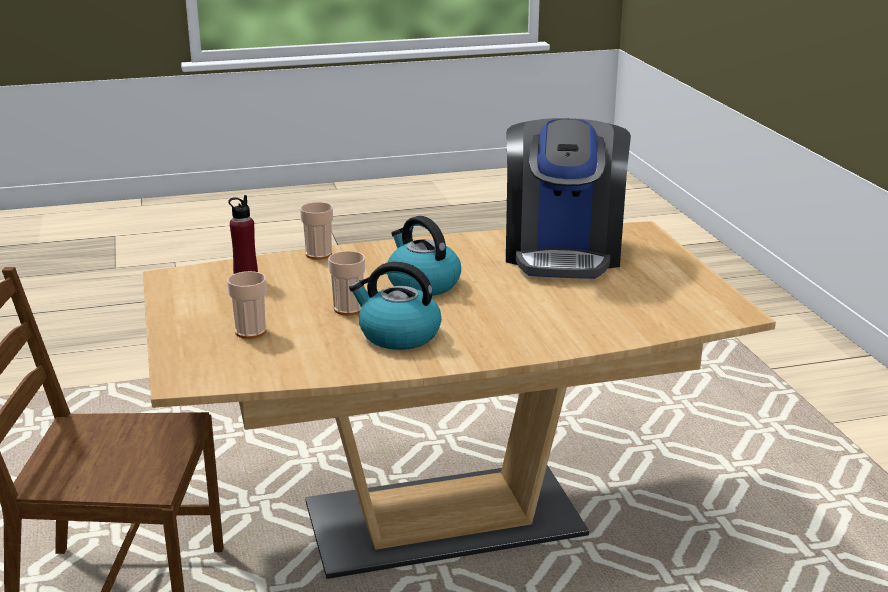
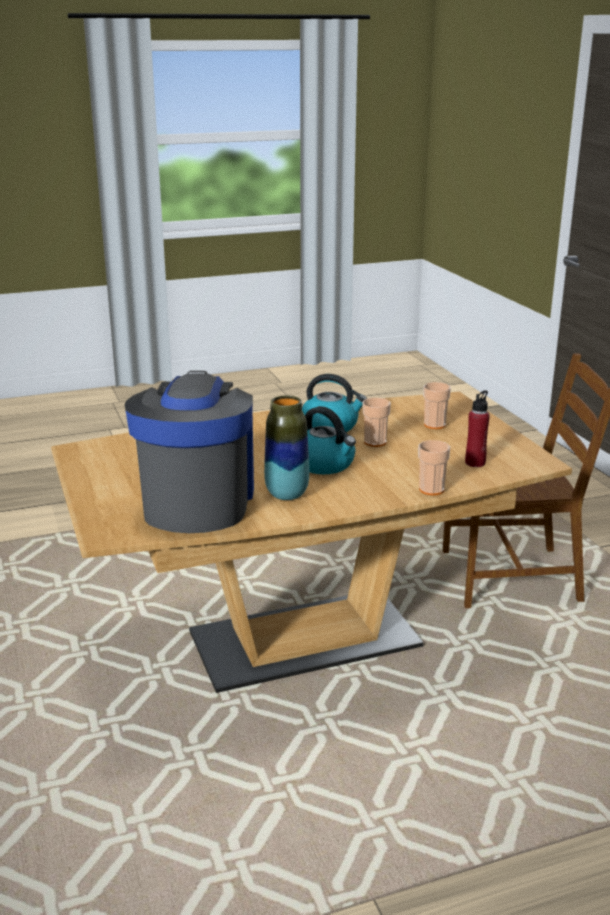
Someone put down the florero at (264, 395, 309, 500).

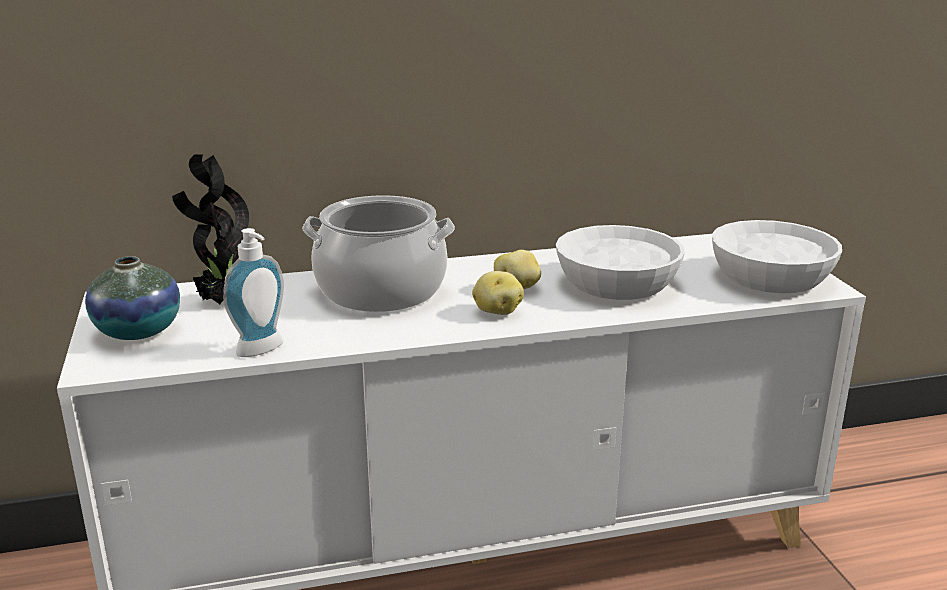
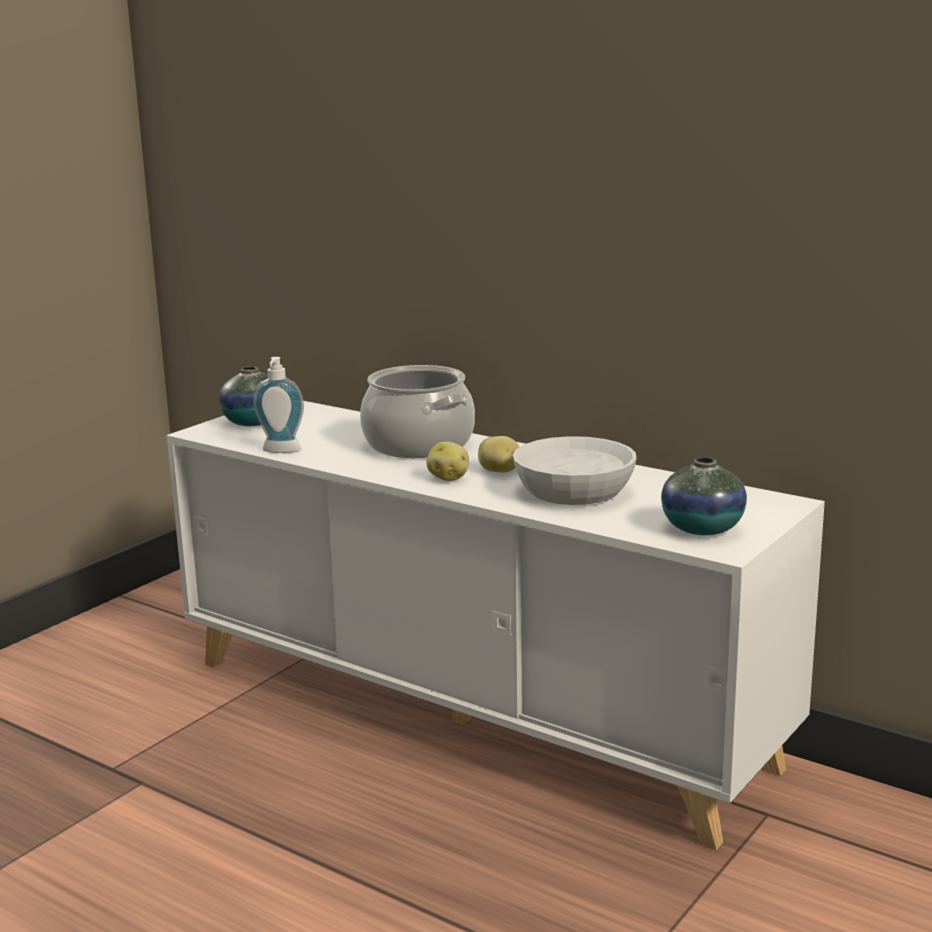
Someone swapped the cuenco/blanco at (712, 220, 842, 293) for the florero at (661, 457, 747, 535).
Someone took away the planta en maceta at (172, 154, 249, 304).

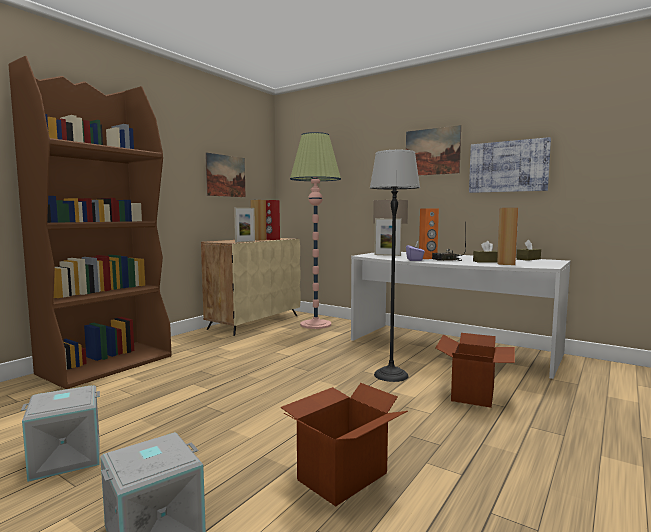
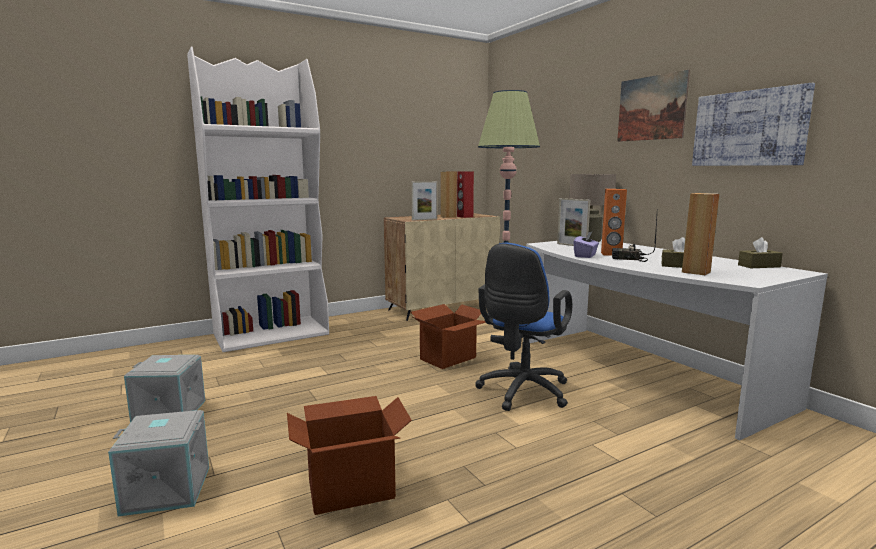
Someone repainted the estantería/marrón at (9, 56, 172, 389), which became the estantería/blanco at (187, 46, 329, 352).
Someone carried the caja de cartón from (435, 333, 515, 408) to (411, 304, 486, 369).
Someone swapped the lámpara de pie at (370, 150, 420, 382) for the silla de oficina/azul at (475, 243, 572, 411).
Someone took away the cuadro at (205, 152, 245, 197).

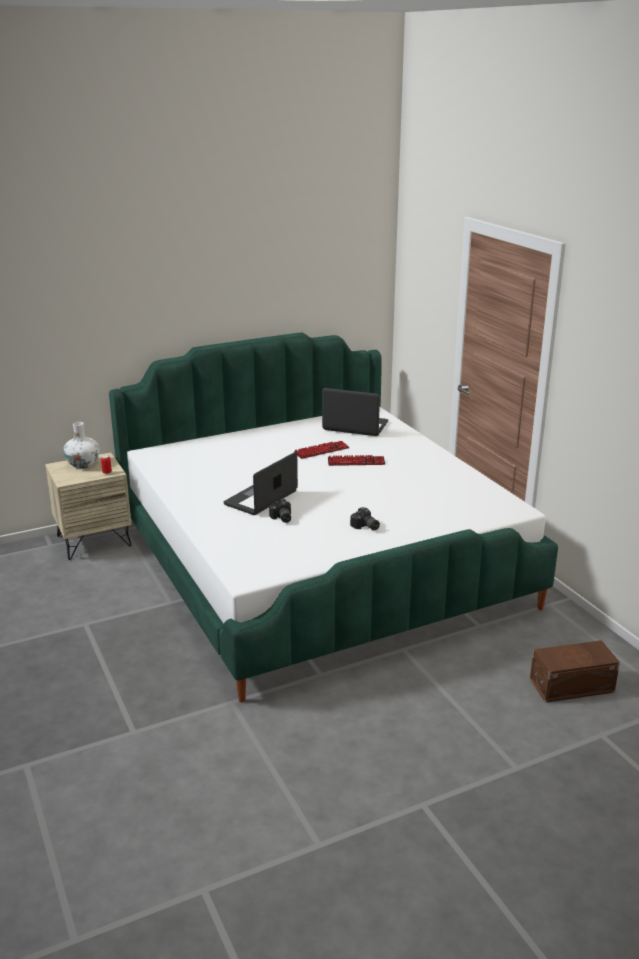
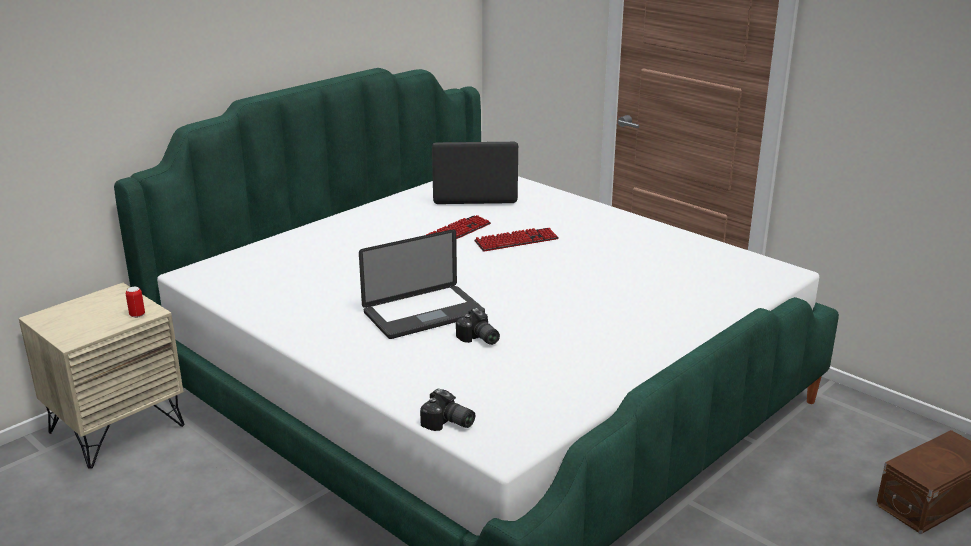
Someone rotated the portátil at (224, 451, 298, 515) by 135 degrees counterclockwise.
Someone carried the cámara from (350, 507, 380, 530) to (420, 388, 475, 431).
Someone took away the florero/blanco at (63, 422, 100, 468).

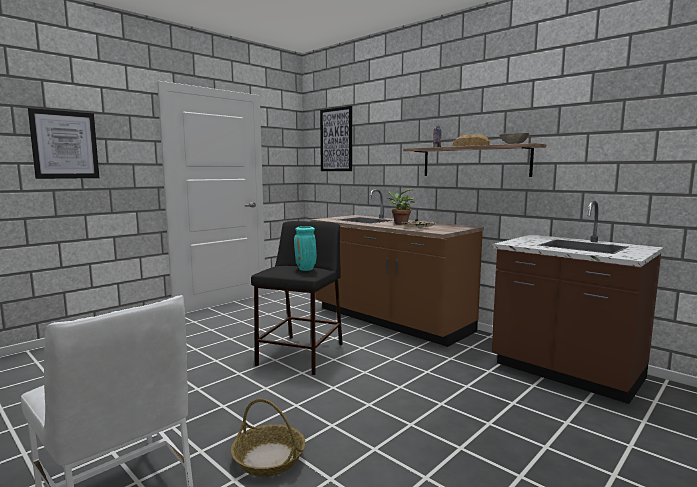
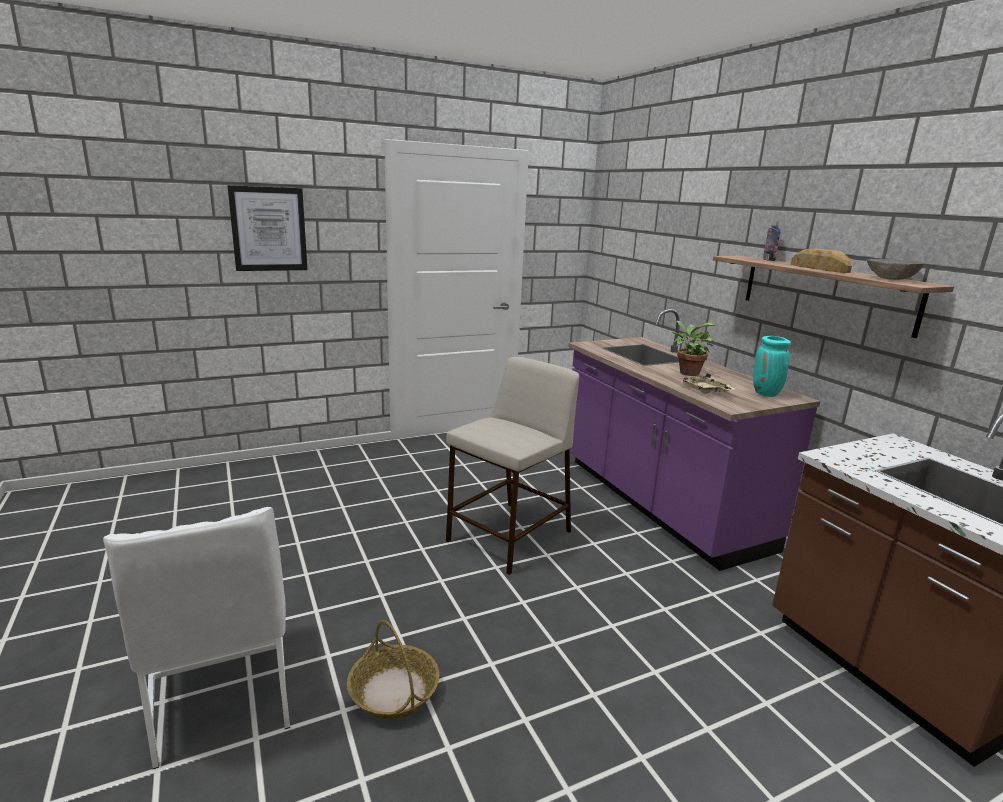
Someone repainted the taburete/negro at (251, 221, 343, 375), which became the taburete/beis at (446, 357, 579, 575).
Someone repainted the mueble bajo de cocina/marrón at (311, 189, 484, 347), which became the mueble bajo de cocina/morado at (568, 309, 820, 571).
Someone carried the florero/turquesa from (294, 226, 317, 271) to (753, 336, 791, 397).
Someone took away the cuadro at (320, 106, 352, 171).

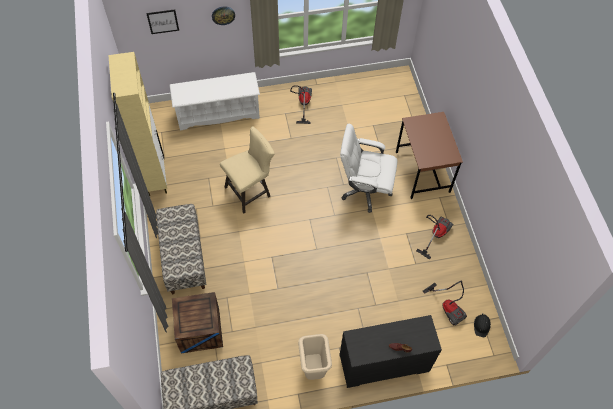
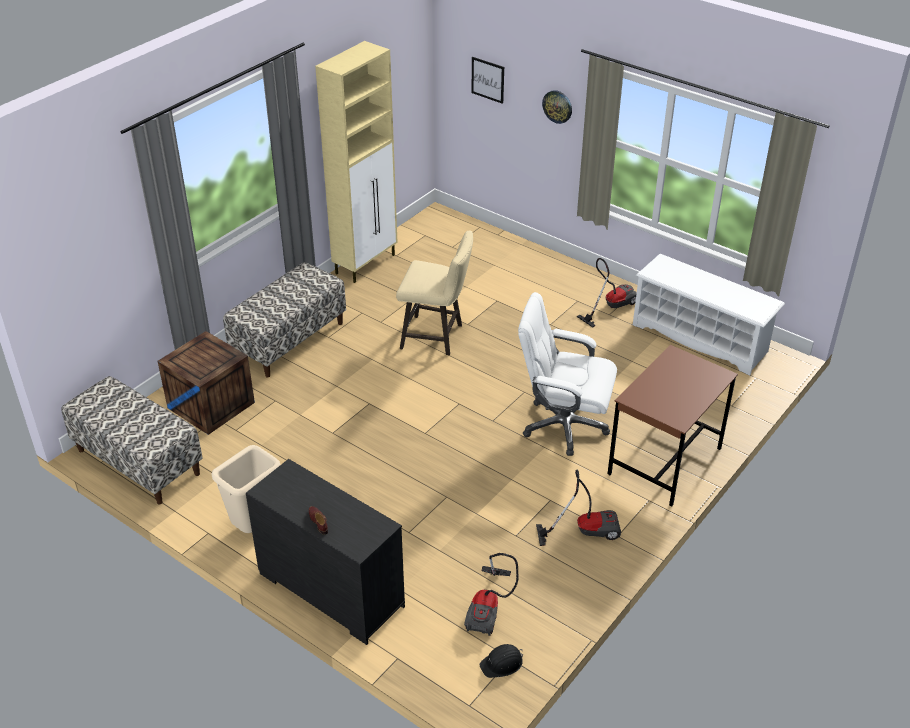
Someone rotated the silla de oficina/blanco at (340, 124, 398, 213) by 45 degrees counterclockwise.
Someone carried the zapatero/blanco from (170, 72, 260, 130) to (633, 254, 785, 375).

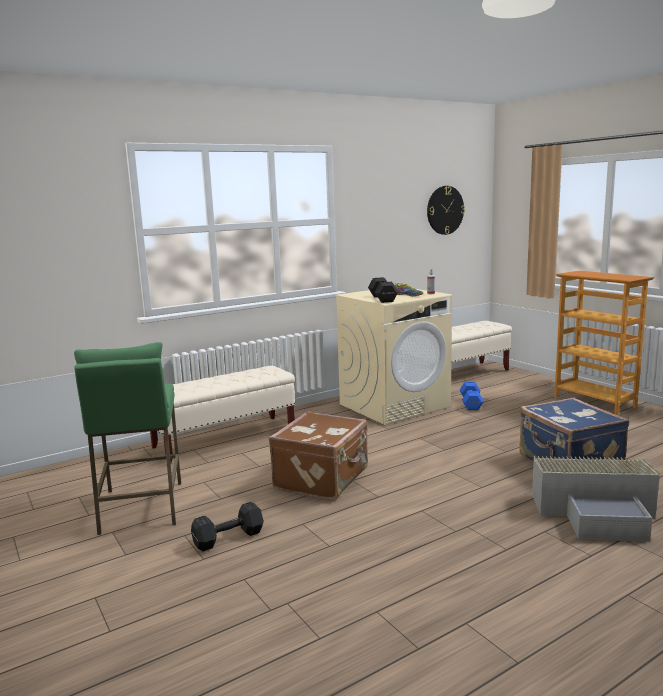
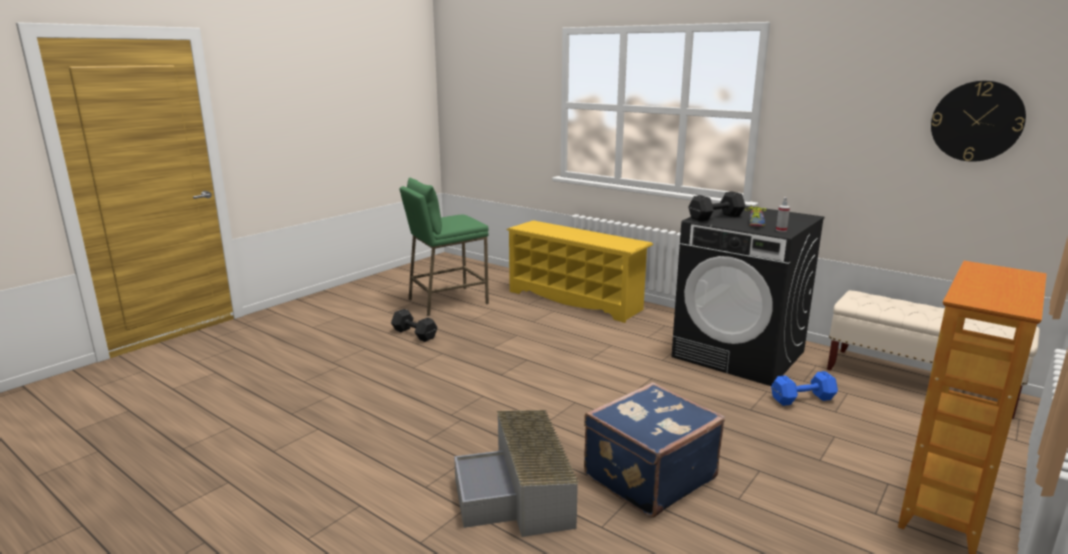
Someone swapped the banco/beis at (150, 366, 295, 463) for the zapatero/amarillo at (507, 220, 653, 323).
Someone repainted the lavadora/beis at (335, 289, 452, 425), which became the lavadora/negro at (671, 206, 824, 386).
Someone took away the maleta/marrón at (269, 411, 368, 500).

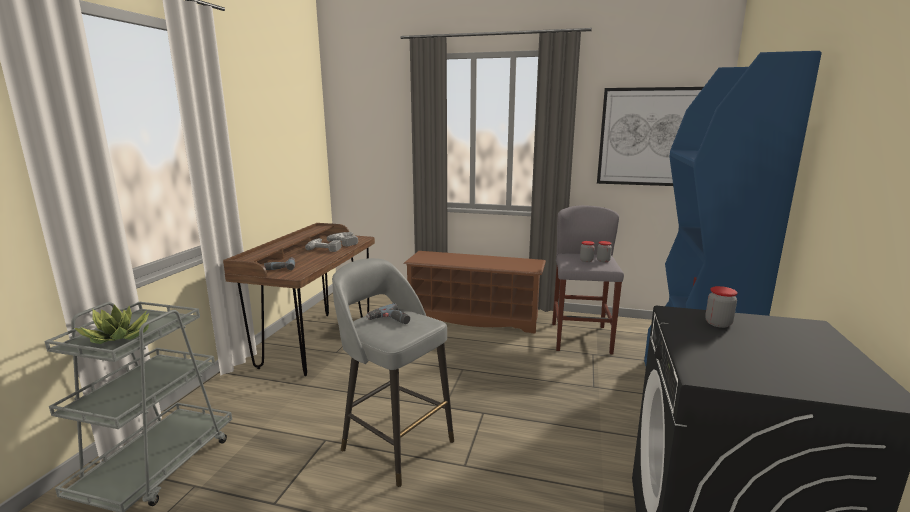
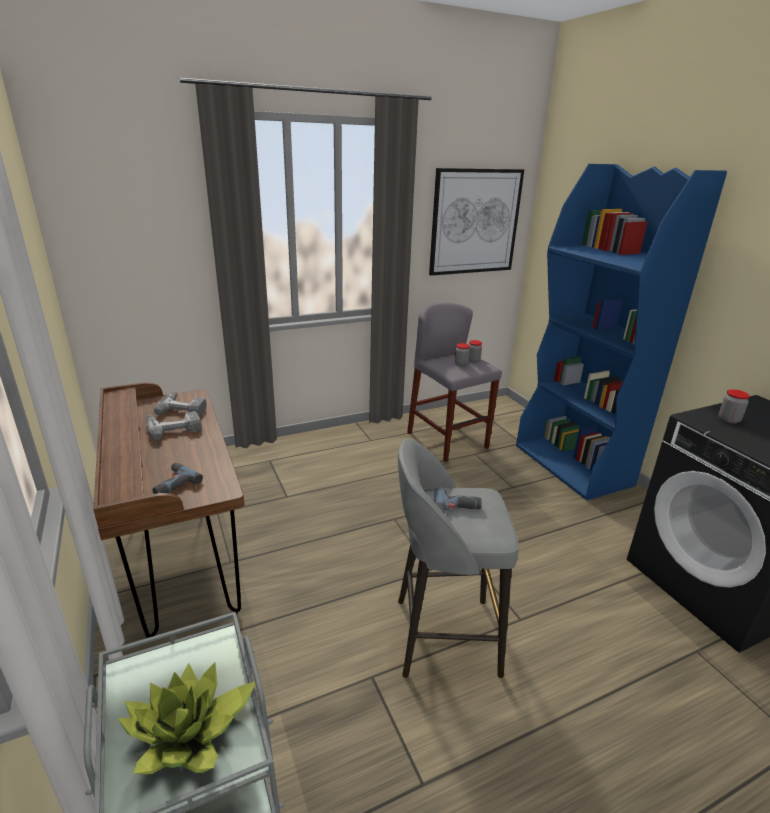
Someone took away the zapatero/marrón at (403, 251, 546, 334).

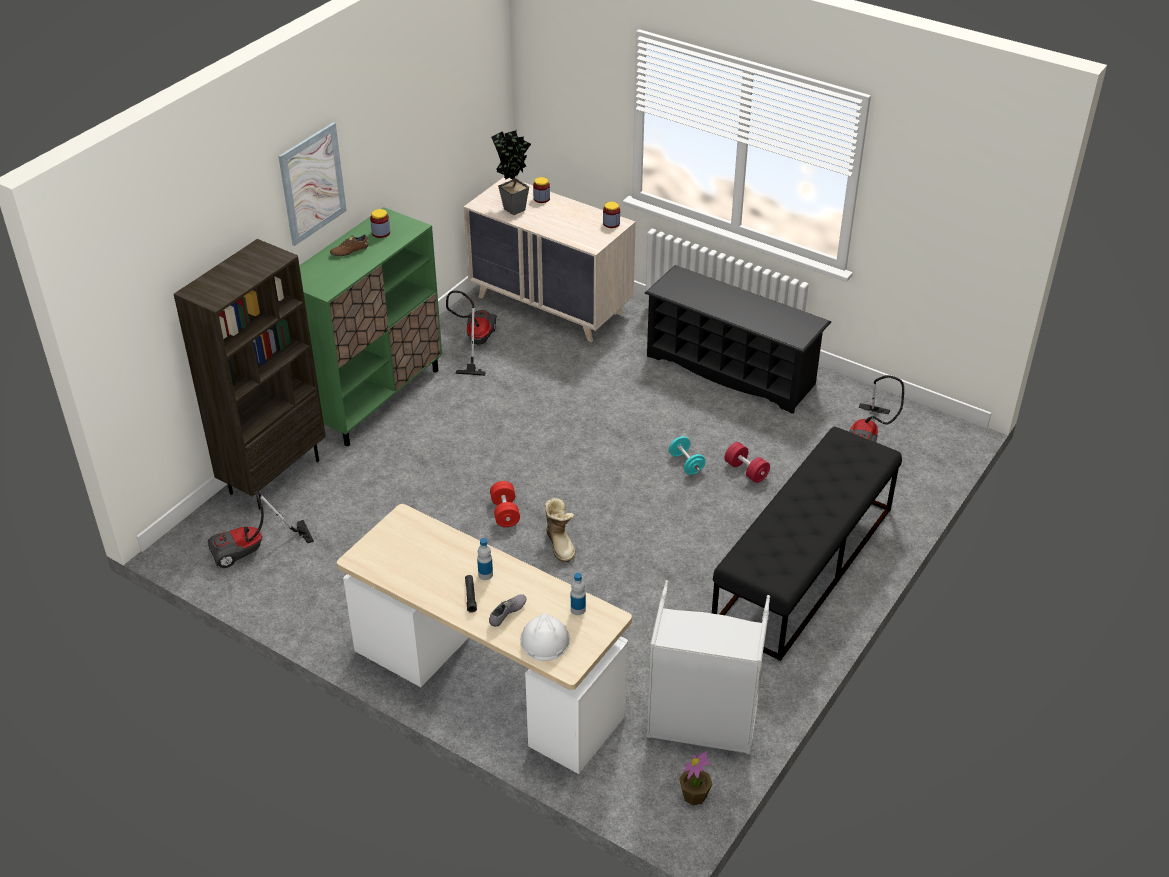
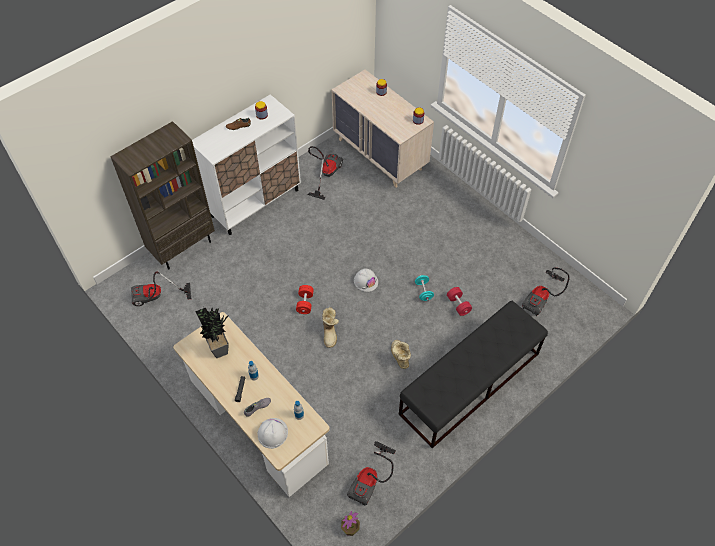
Someone repainted the armario/verde at (299, 207, 442, 446), which became the armario/blanco at (192, 94, 301, 235).
Someone carried the planta en maceta from (491, 130, 531, 215) to (195, 307, 229, 358).
Someone swapped the cesto de la ropa/gris at (646, 580, 770, 754) for the aspiradora at (347, 441, 396, 506).
Someone put down the casco/blanco at (354, 268, 378, 292).
Someone put down the bota at (391, 340, 411, 369).
Someone took away the cuadro at (279, 122, 347, 246).
Someone took away the zapatero/negro at (645, 265, 831, 414).

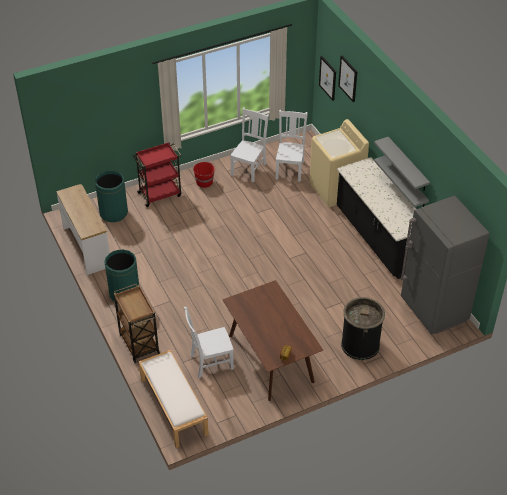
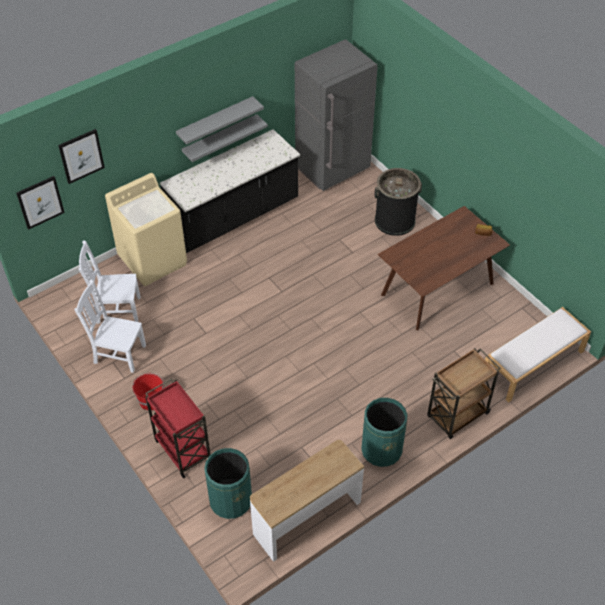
Someone took away the silla/blanco at (184, 307, 234, 378).

